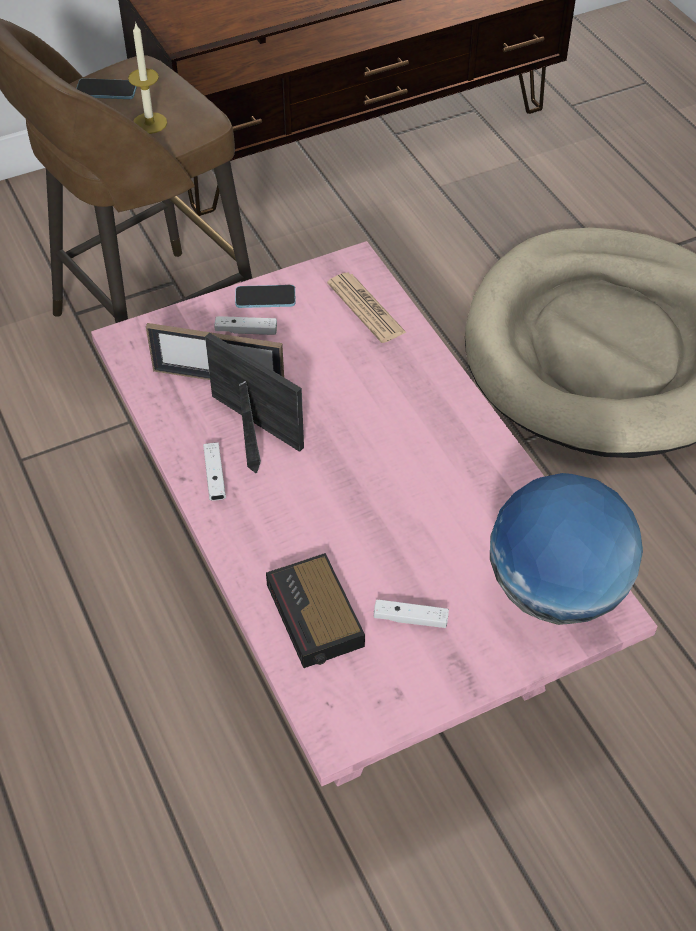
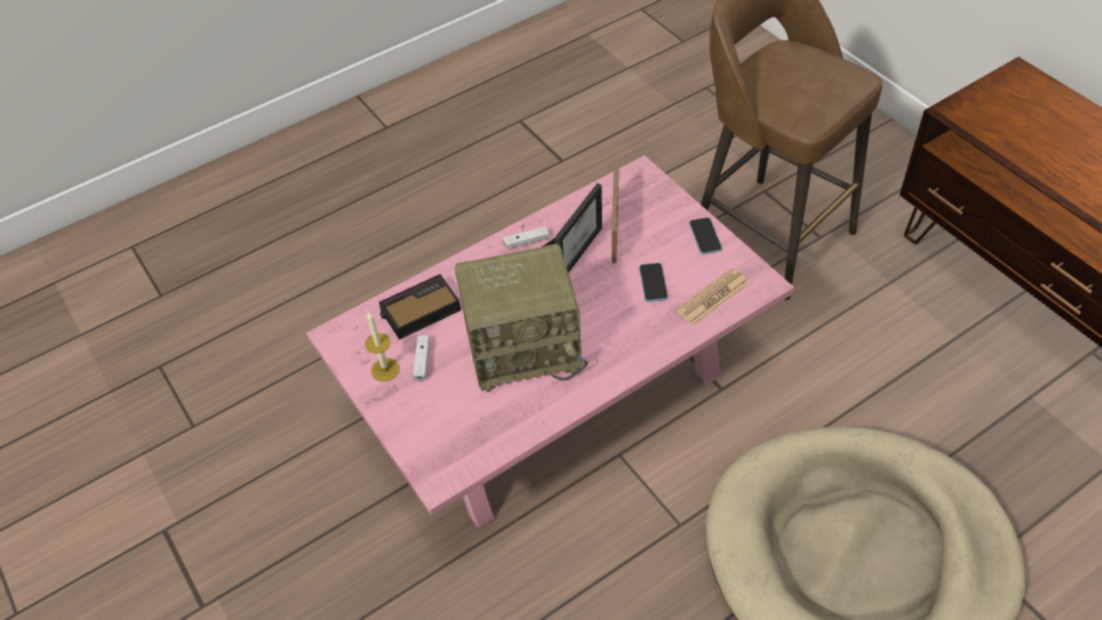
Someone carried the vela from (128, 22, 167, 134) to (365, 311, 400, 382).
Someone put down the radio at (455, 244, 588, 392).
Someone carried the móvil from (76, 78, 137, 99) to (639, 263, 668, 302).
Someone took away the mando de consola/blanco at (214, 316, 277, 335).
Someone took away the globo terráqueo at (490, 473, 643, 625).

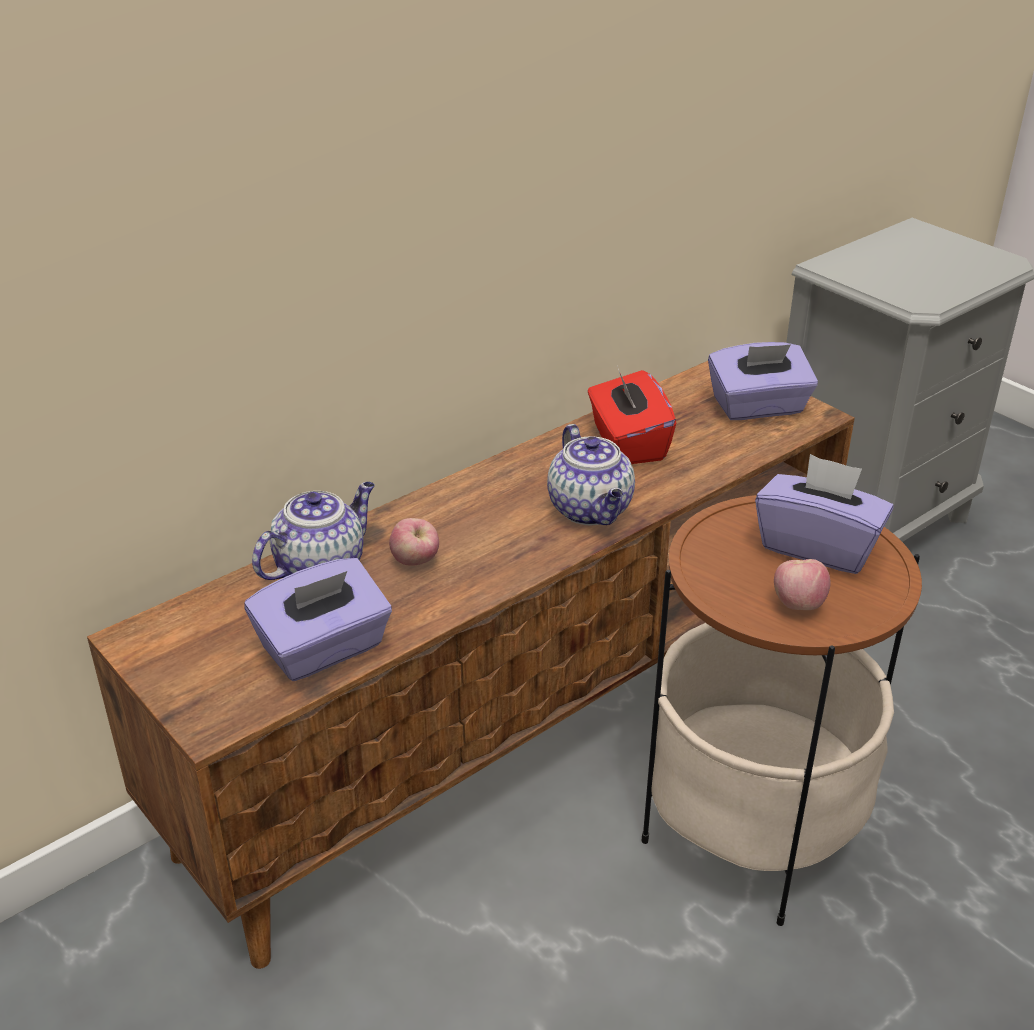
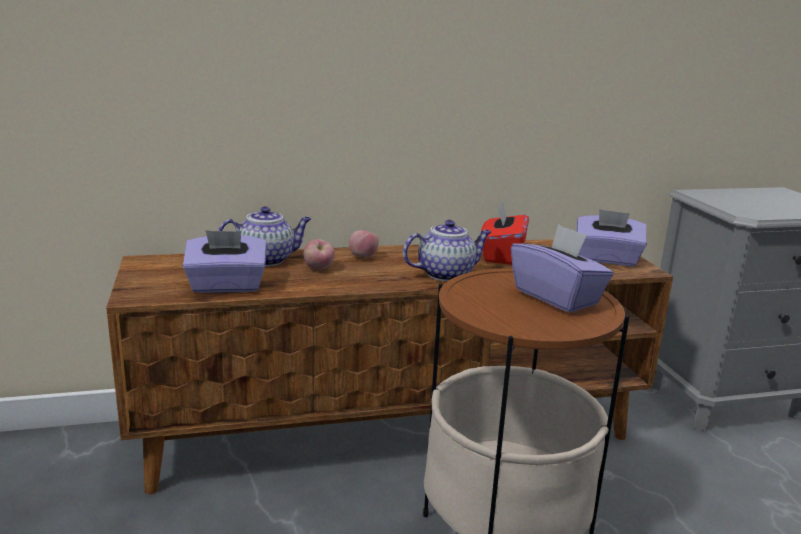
Someone carried the manzana from (774, 559, 831, 610) to (349, 230, 379, 258).
Someone rotated the tetera at (547, 424, 635, 525) by 120 degrees counterclockwise.

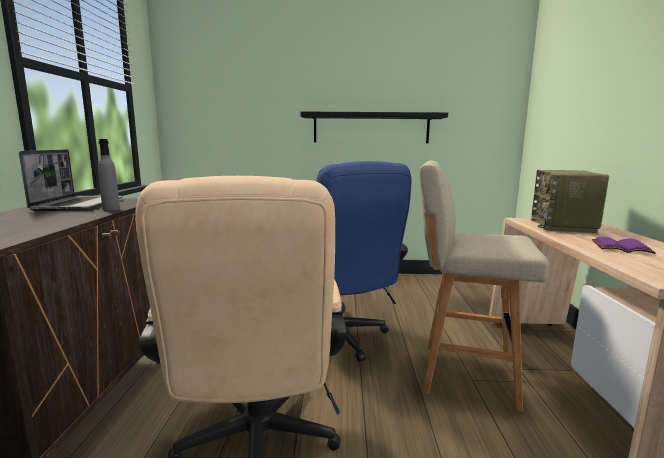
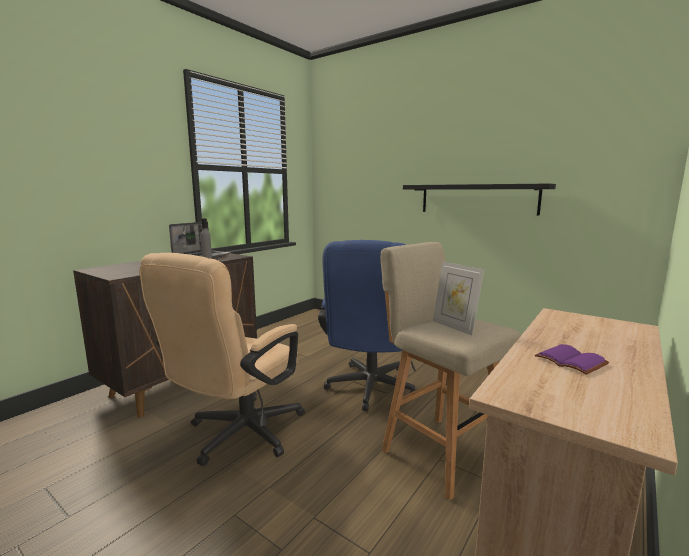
Someone put down the portarretratos at (433, 262, 484, 335).
Someone took away the radio at (531, 170, 609, 233).

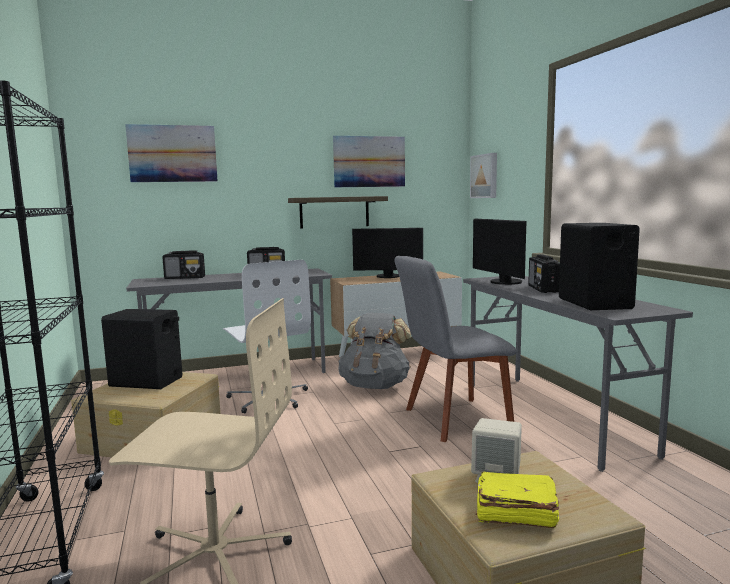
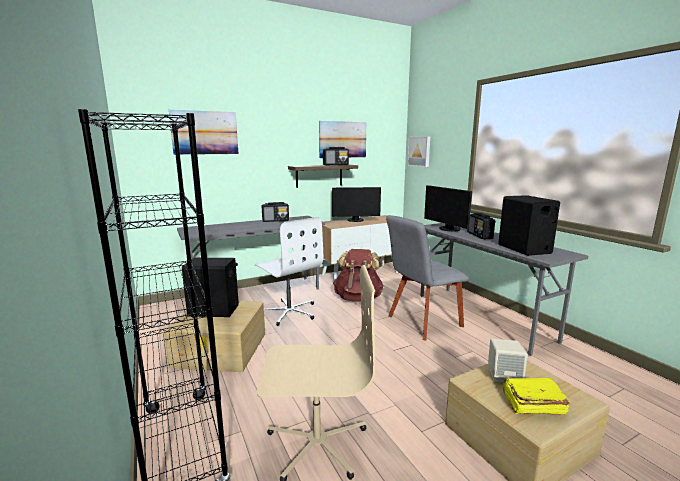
Someone carried the radio from (162, 251, 205, 279) to (323, 147, 349, 165).
Someone repainted the mochila/gris at (338, 313, 411, 389), which became the mochila/marrón at (333, 249, 384, 302).

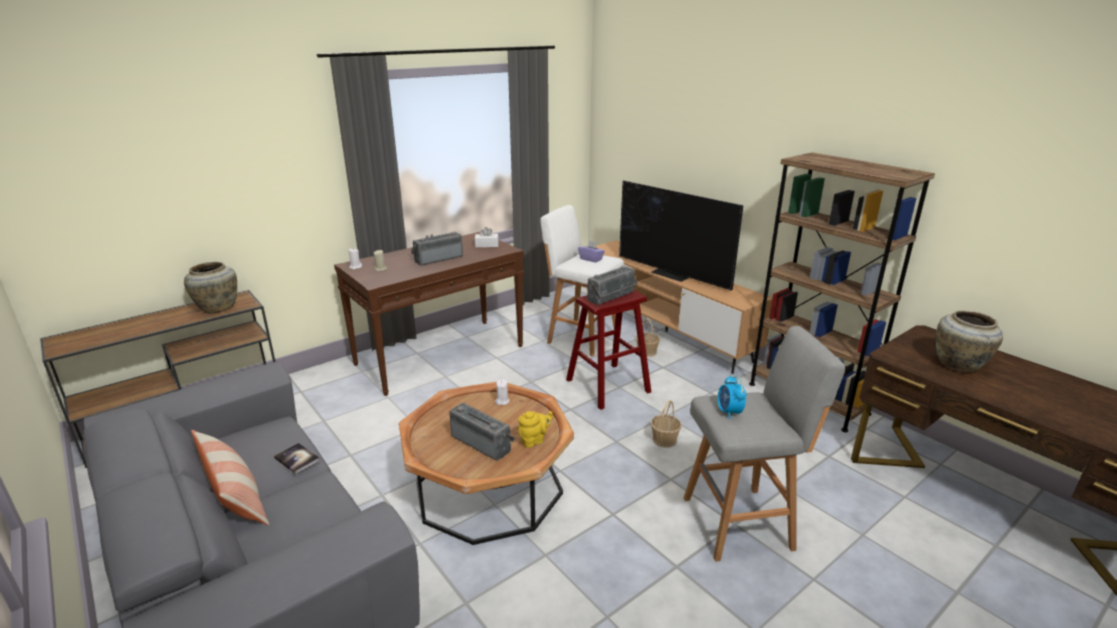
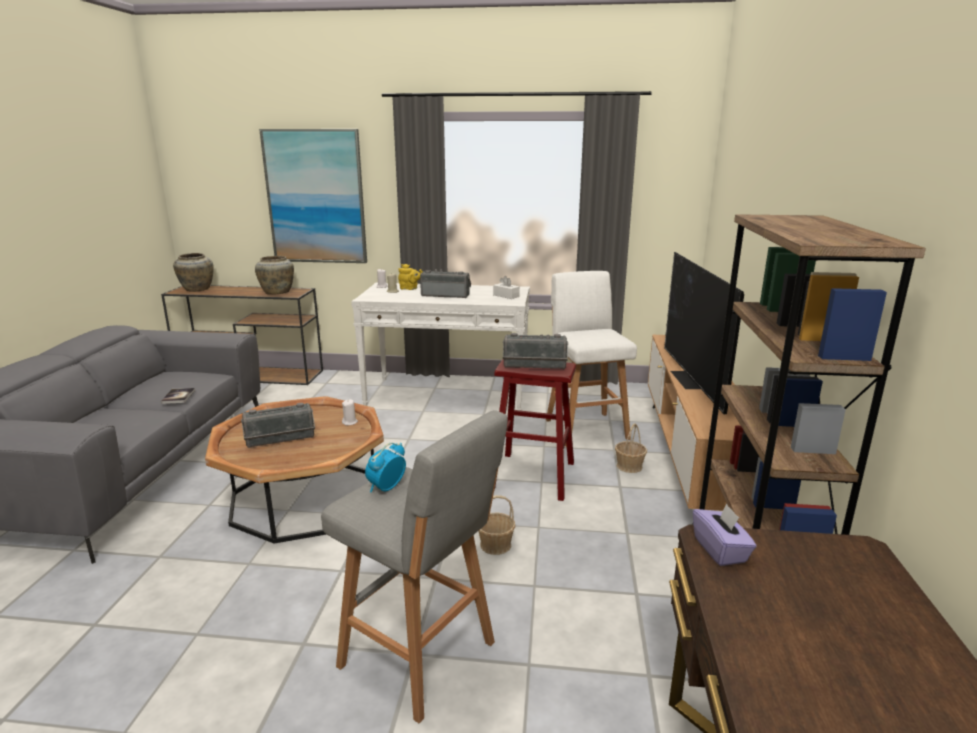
Someone carried the florero/beis from (936, 311, 1003, 372) to (173, 253, 214, 292).
Someone rotated the radio at (449, 403, 515, 460) by 75 degrees clockwise.
Someone put up the cuadro at (259, 129, 367, 263).
Someone repainted the mesa consola/marrón at (334, 232, 524, 396), which became the mesa consola/blanco at (351, 283, 530, 411).
Someone carried the tetera/amarillo from (518, 411, 553, 448) to (398, 264, 423, 290).
Someone carried the caja de pañuelos/morado from (578, 241, 605, 262) to (693, 503, 757, 566).
Someone took away the cojín at (191, 430, 269, 525).

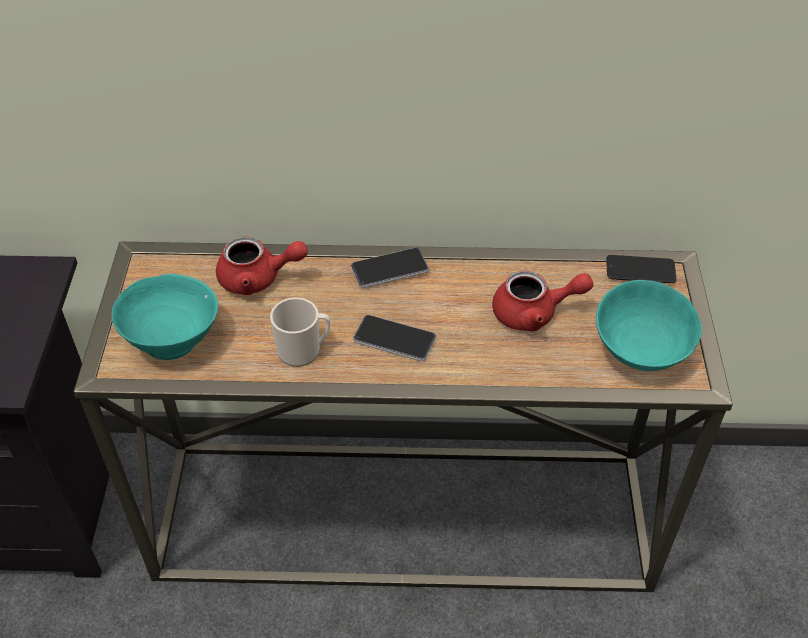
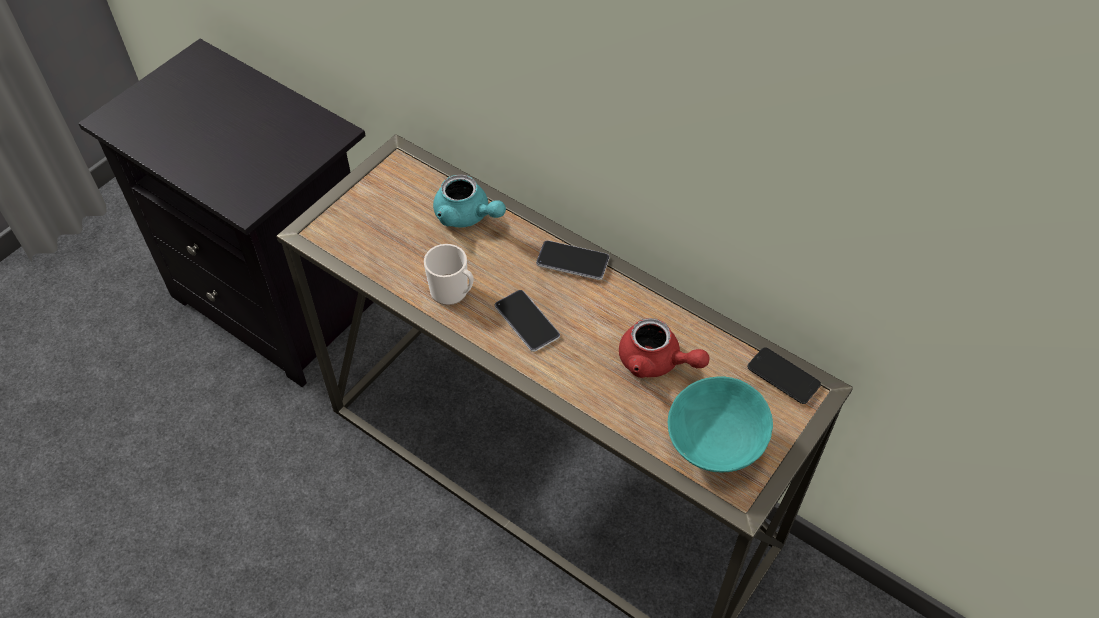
Someone repainted the tetera/rojo at (216, 236, 308, 295), which became the tetera/turquesa at (433, 174, 506, 227).
Someone took away the cuenco/turquesa at (112, 274, 218, 360).

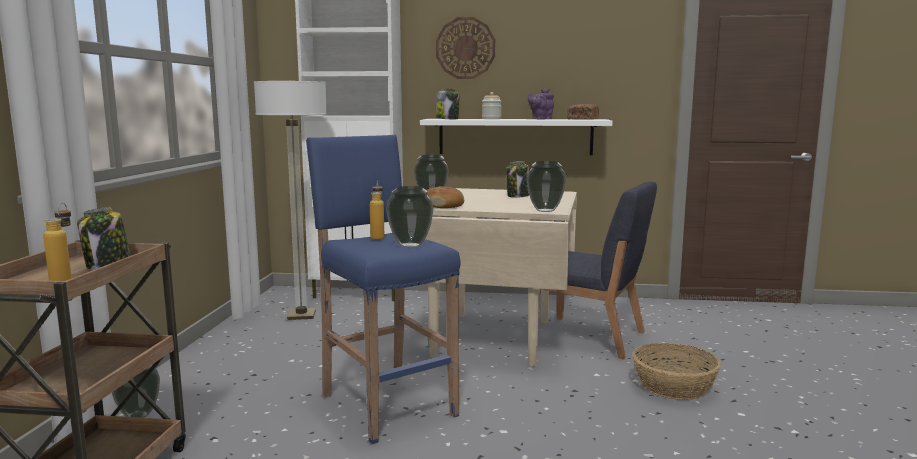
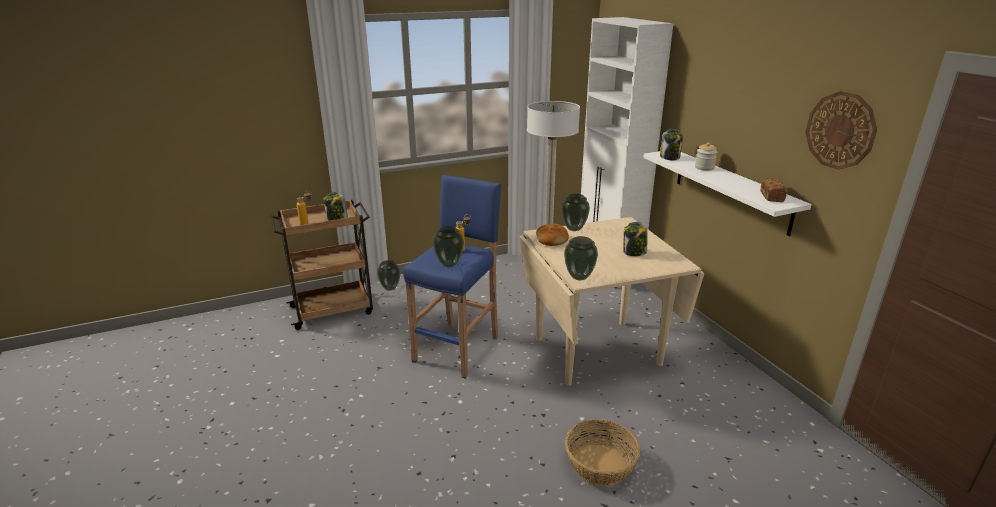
Someone carried the reloj de pared from (436, 17, 495, 79) to (805, 91, 877, 170).
Someone took away the tetera/morado at (528, 88, 554, 120).
Someone took away the silla/azul at (539, 182, 657, 359).

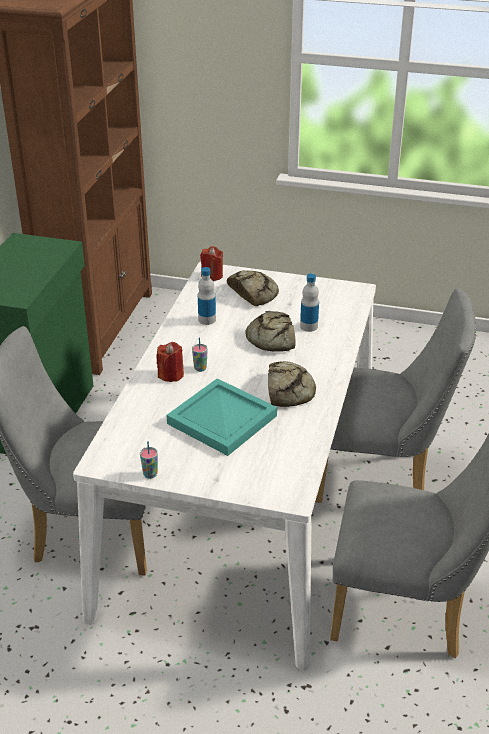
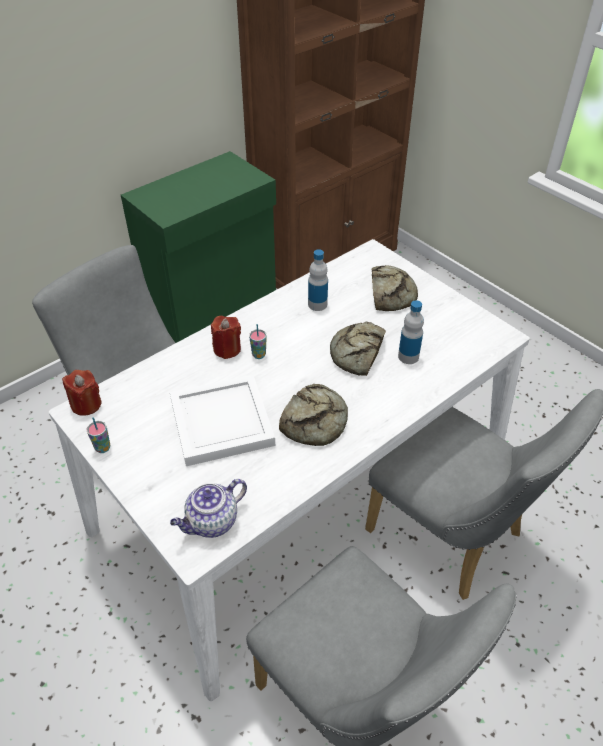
Someone carried the vela/rojo from (200, 246, 223, 281) to (62, 370, 102, 416).
Someone repainted the bandeja/turquesa at (167, 378, 277, 456), which became the bandeja/blanco at (170, 375, 275, 466).
Someone put down the tetera at (170, 479, 247, 538).

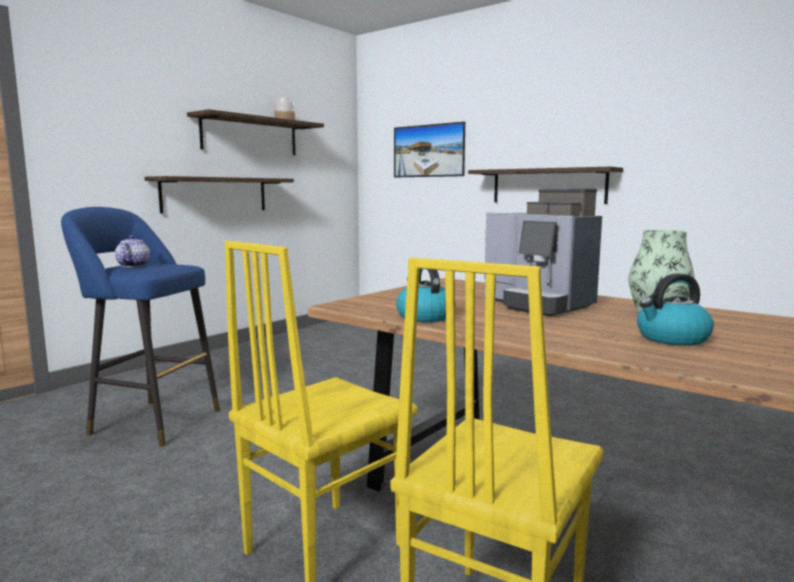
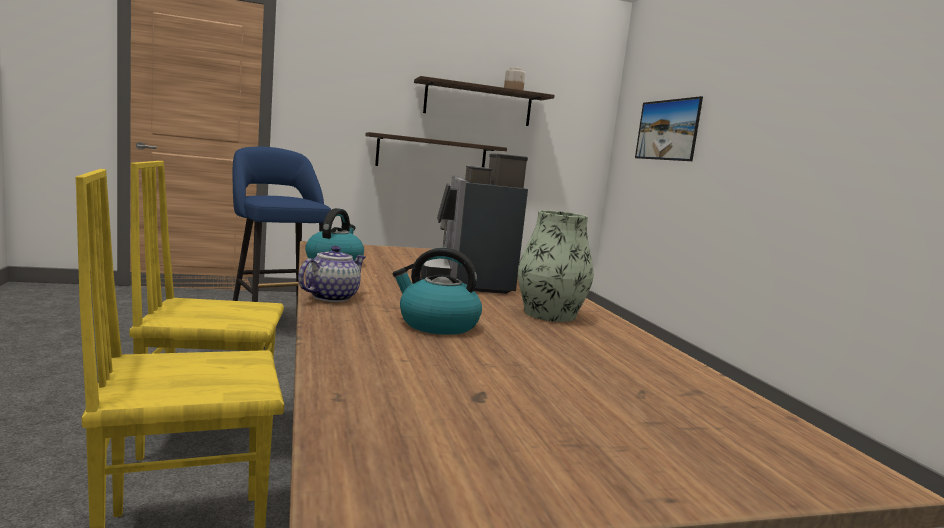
Someone carried the tetera from (115, 235, 150, 267) to (298, 246, 366, 302).
Someone took away the estante at (468, 167, 623, 204).

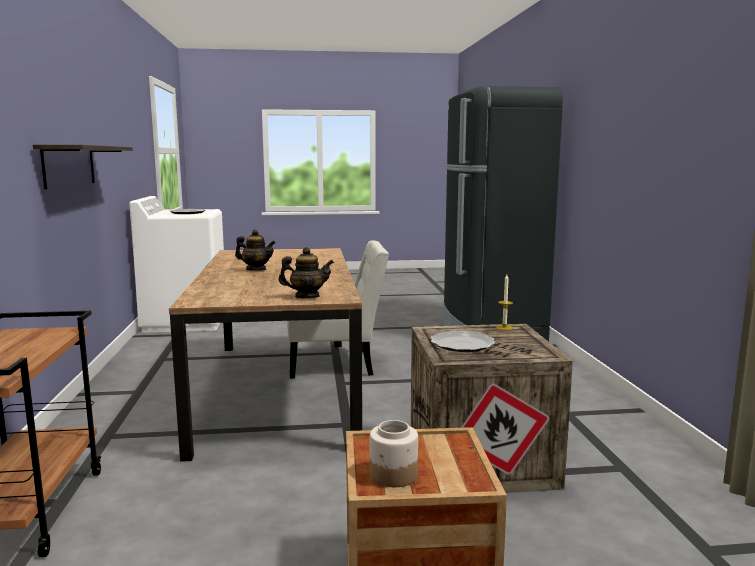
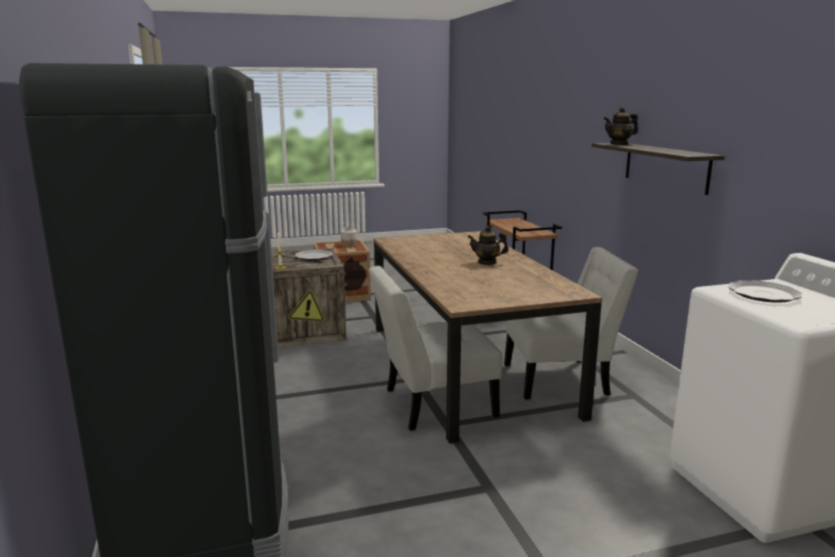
Someone put down the silla/blanco at (504, 247, 639, 400).
Someone carried the tetera from (278, 247, 334, 298) to (604, 107, 638, 145).

